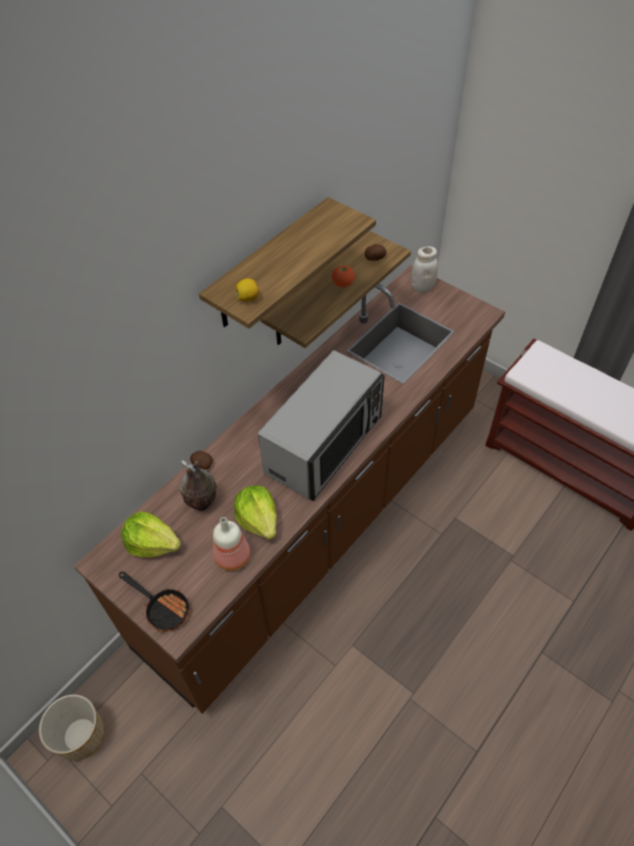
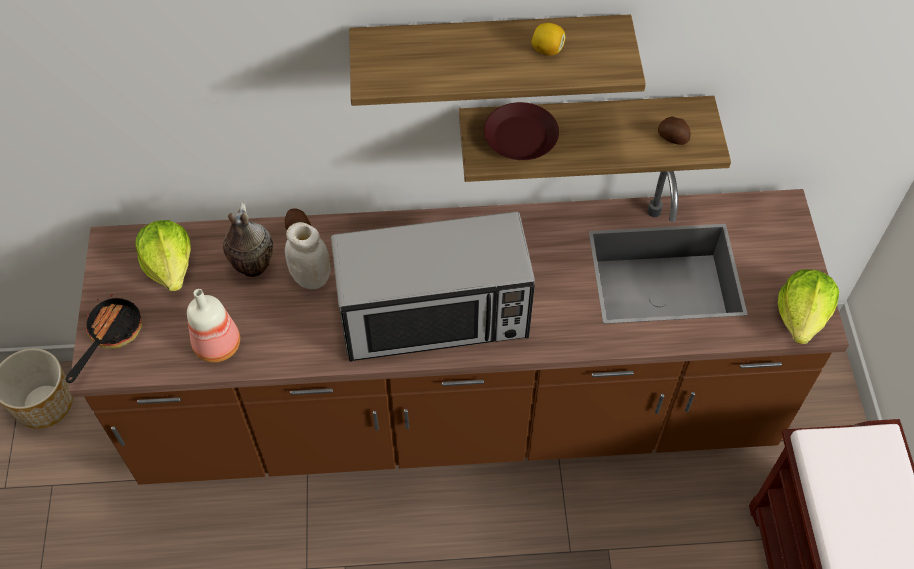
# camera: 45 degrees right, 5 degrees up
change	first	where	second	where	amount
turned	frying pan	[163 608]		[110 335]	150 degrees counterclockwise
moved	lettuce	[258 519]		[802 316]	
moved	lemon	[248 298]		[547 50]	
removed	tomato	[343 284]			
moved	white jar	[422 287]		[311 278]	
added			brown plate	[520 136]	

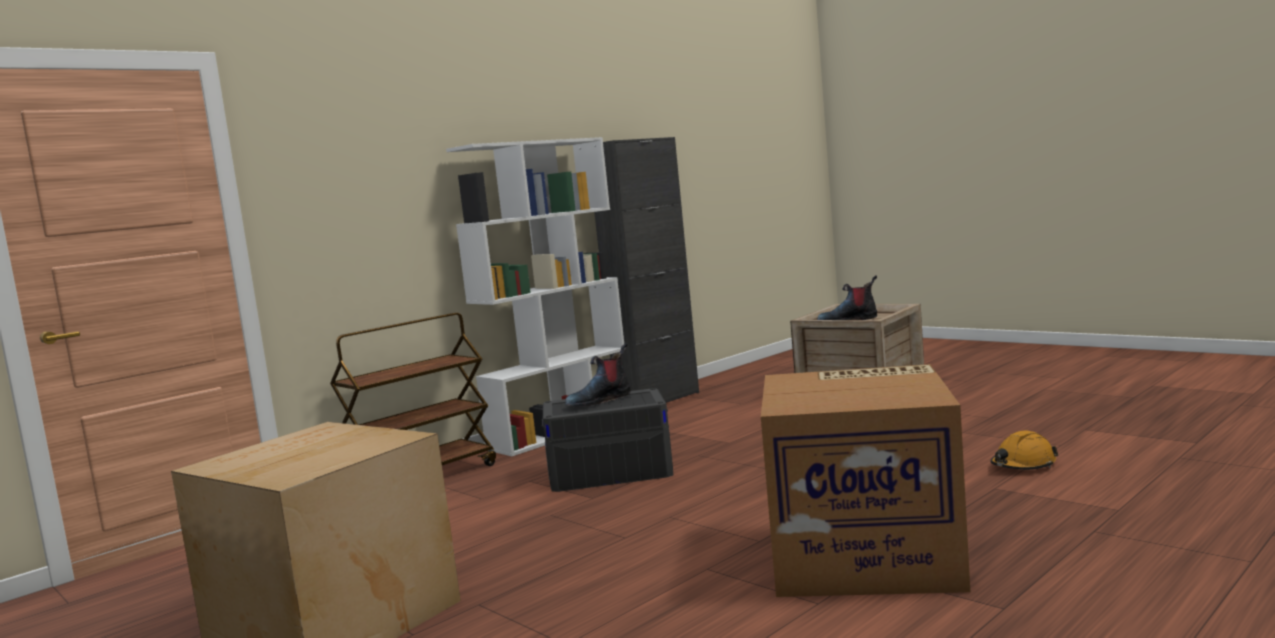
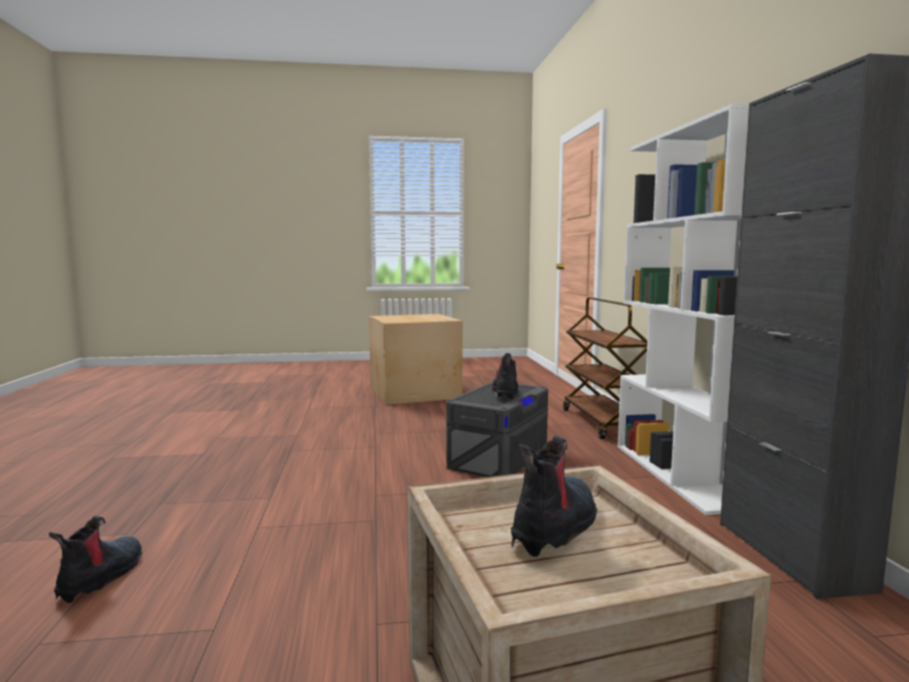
# camera: 125 degrees right, 0 degrees up
change	first	where	second	where	amount
removed	cardboard box	[866 554]			
replaced	orange hard hat	[1023 465]	boot	[102 576]	

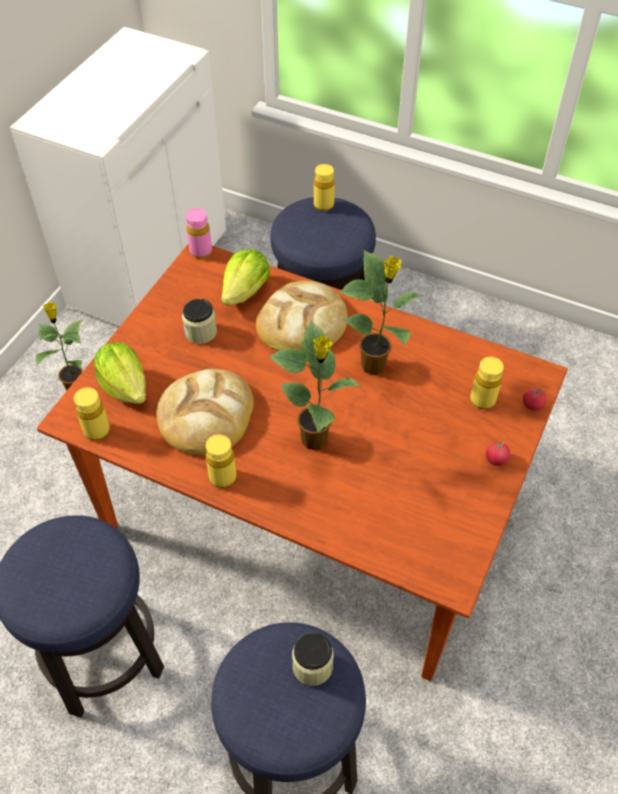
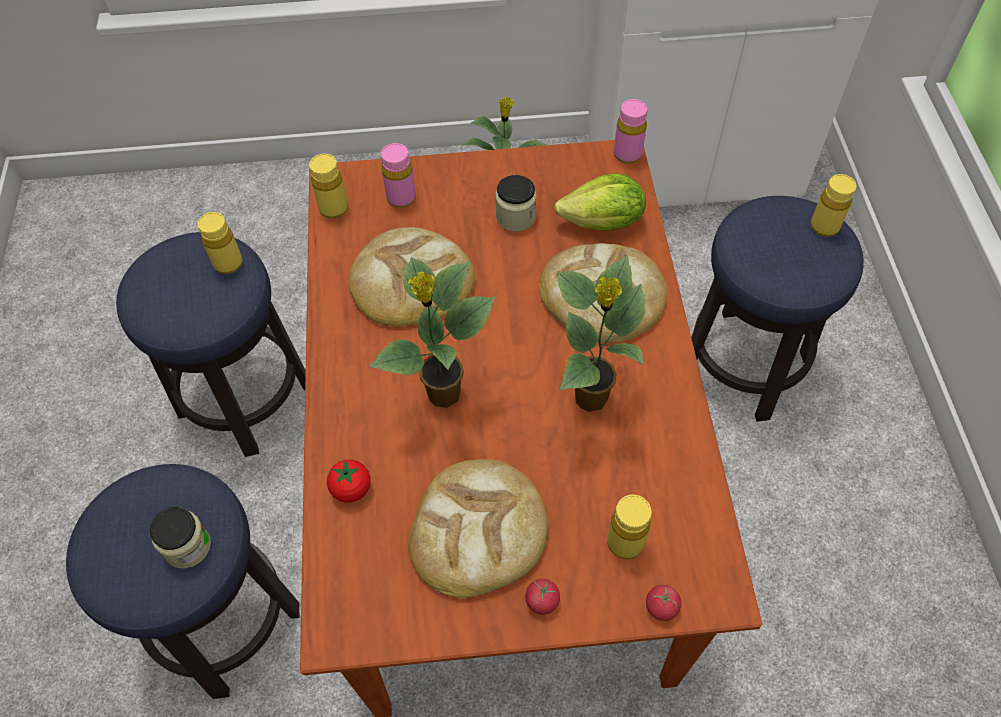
# camera: 60 degrees right, 5 degrees up
change	first	where	second	where	amount
replaced	lettuce	[125 386]	pink bottle	[401 198]	
moved	yellow bottle	[223 477]		[228 263]	
added			tomato	[351 489]	
added			bread	[478 530]	

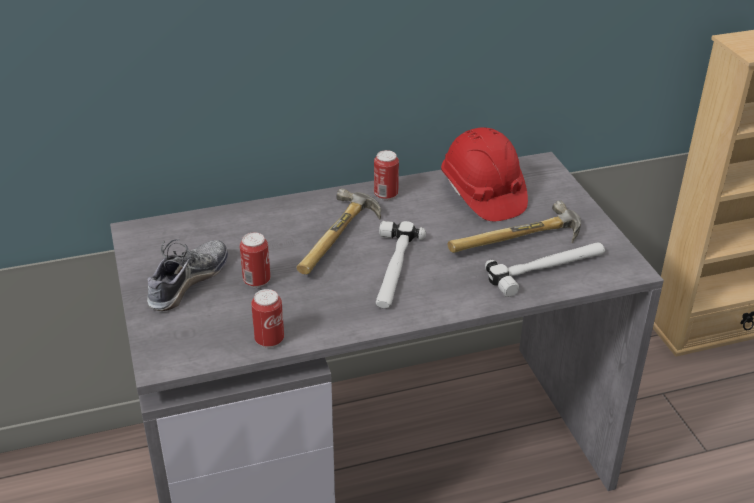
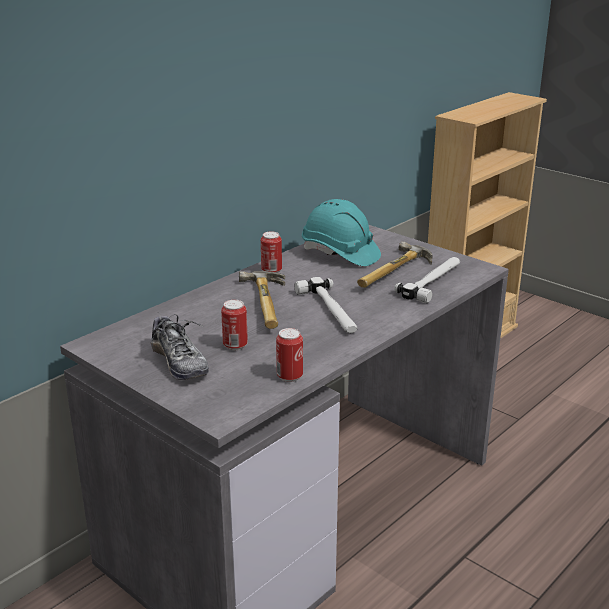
# camera: 30 degrees left, 10 degrees down
change	first	where	second	where	amount
turned	shoe	[188 282]		[179 362]	150 degrees clockwise
recoloured	red hard hat	[482 194]	turquoise hard hat	[340 254]	

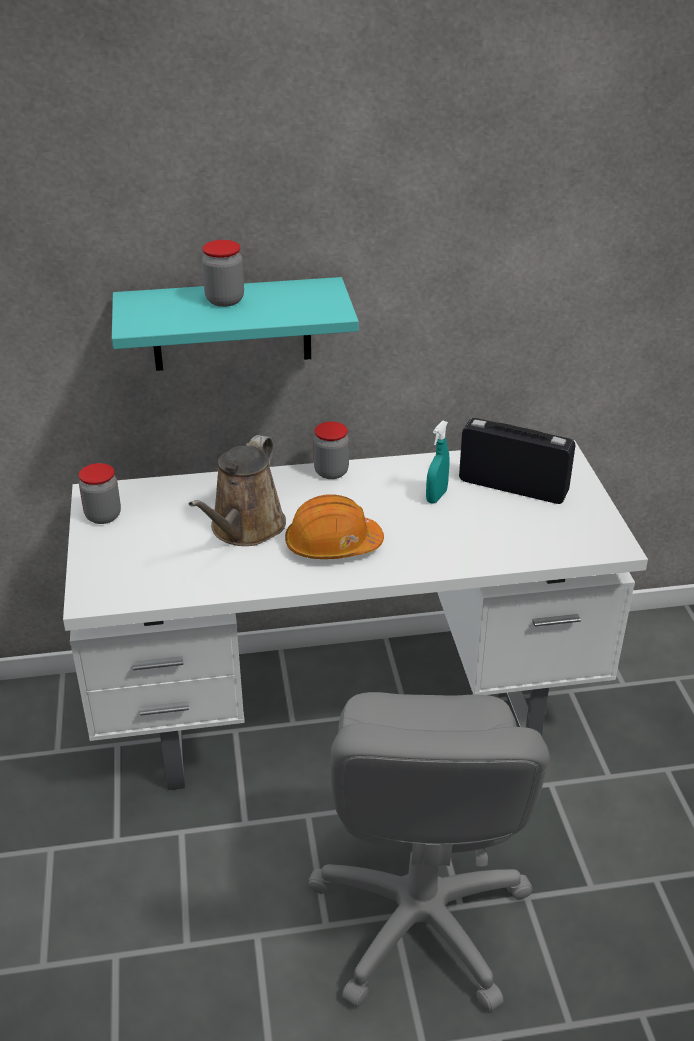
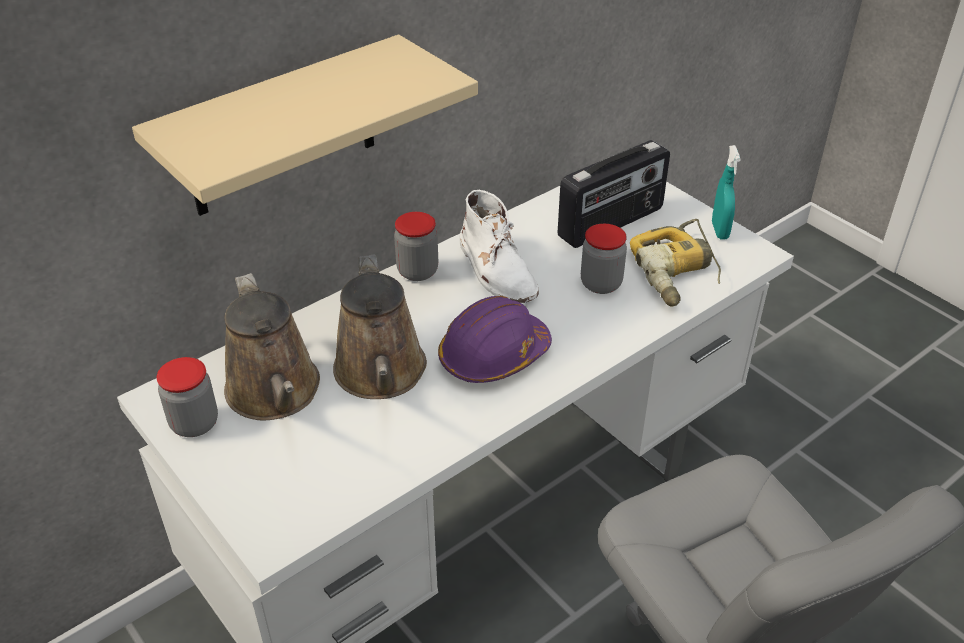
# camera: 30 degrees left, 5 degrees up
change	first	where	second	where	amount
recoloured	turquoise shelf	[231 324]	beige shelf	[282 128]	
moved	jar	[225 300]		[601 284]	
recoloured	orange hard hat	[332 545]	purple hard hat	[493 356]	
moved	turquoise spray bottle	[436 496]		[719 231]	
turned	radio	[513 486]		[611 223]	150 degrees clockwise
added			brown watering can	[275 393]	
added			white boot	[497 269]	
added			power drill	[678 272]	

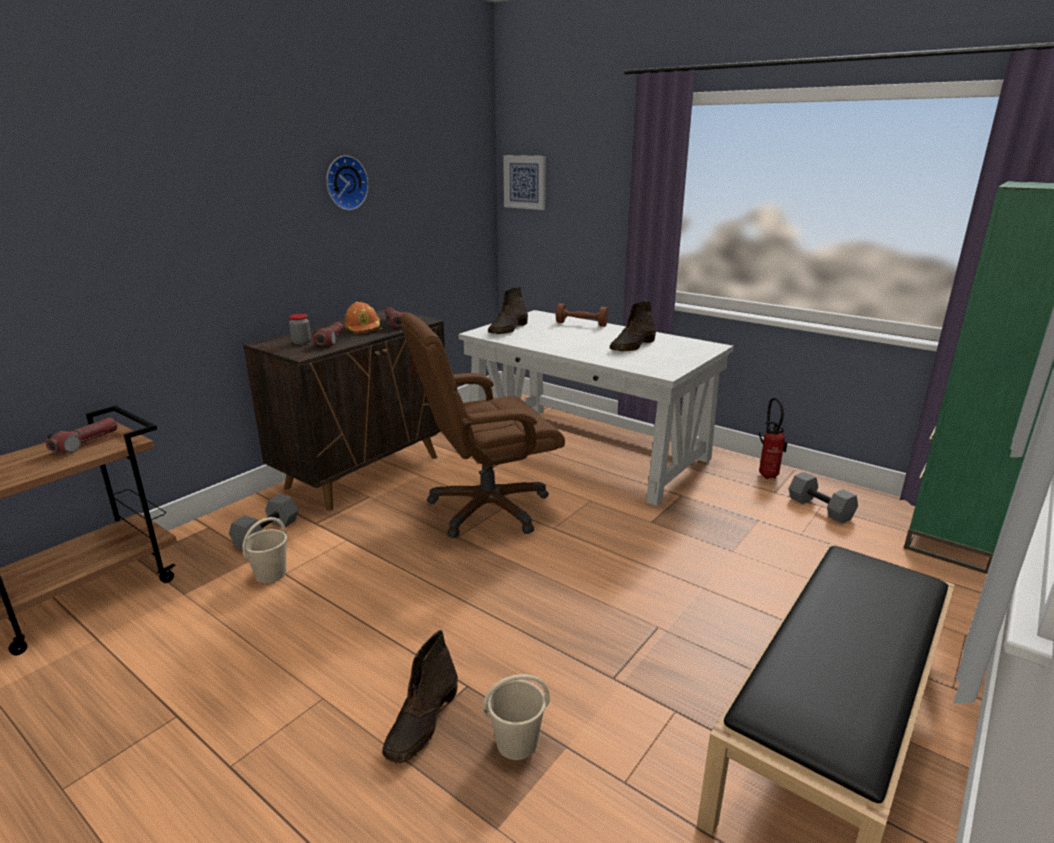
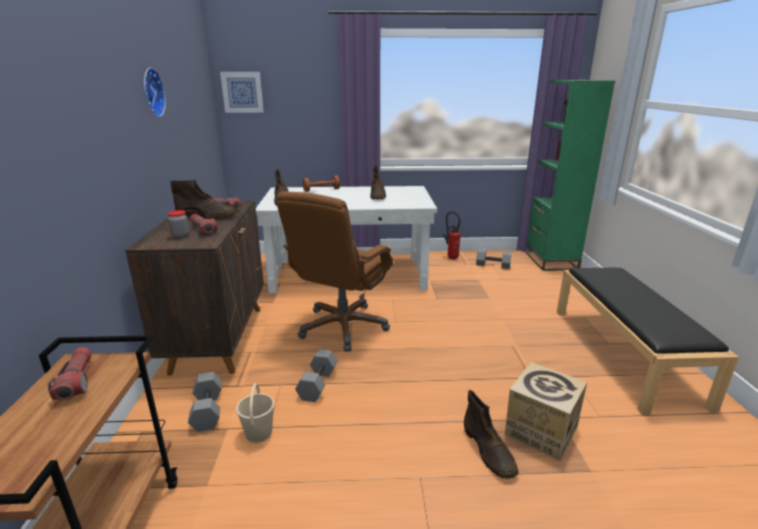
# camera: 40 degrees left, 0 degrees up
change	first	where	second	where	amount
replaced	orange hard hat	[364 328]	brown boot	[207 216]	
replaced	beige bucket	[516 743]	cardboard box	[540 430]	
added			grey dumbbell	[317 383]	

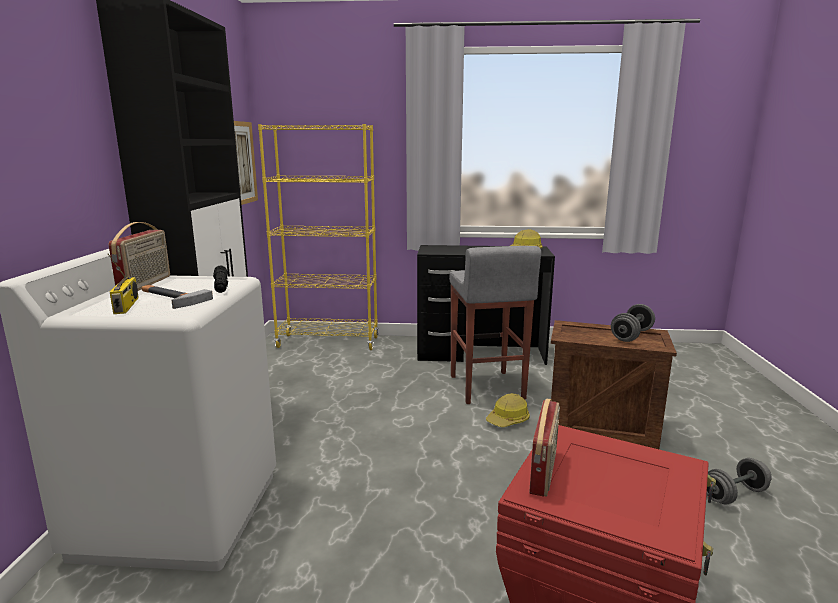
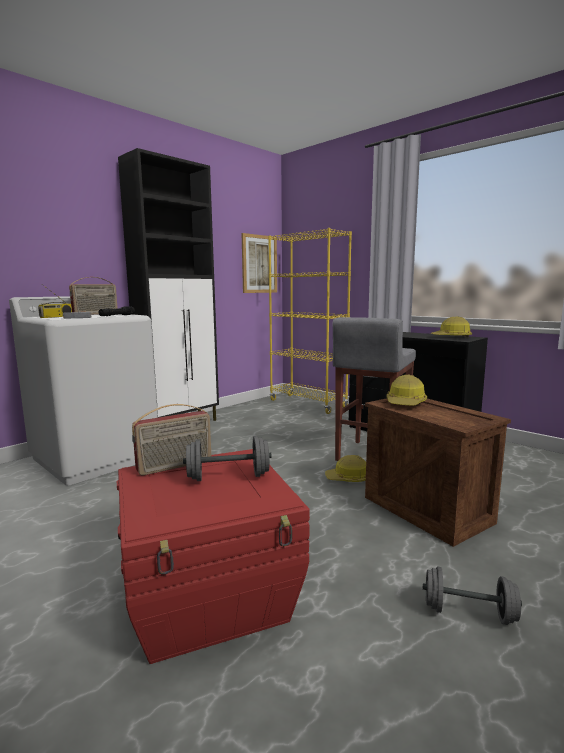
# camera: 40 degrees right, 5 degrees down
change	first	where	second	where	amount
moved	grey dumbbell	[631 335]		[228 477]	
added			hard hat	[406 403]	

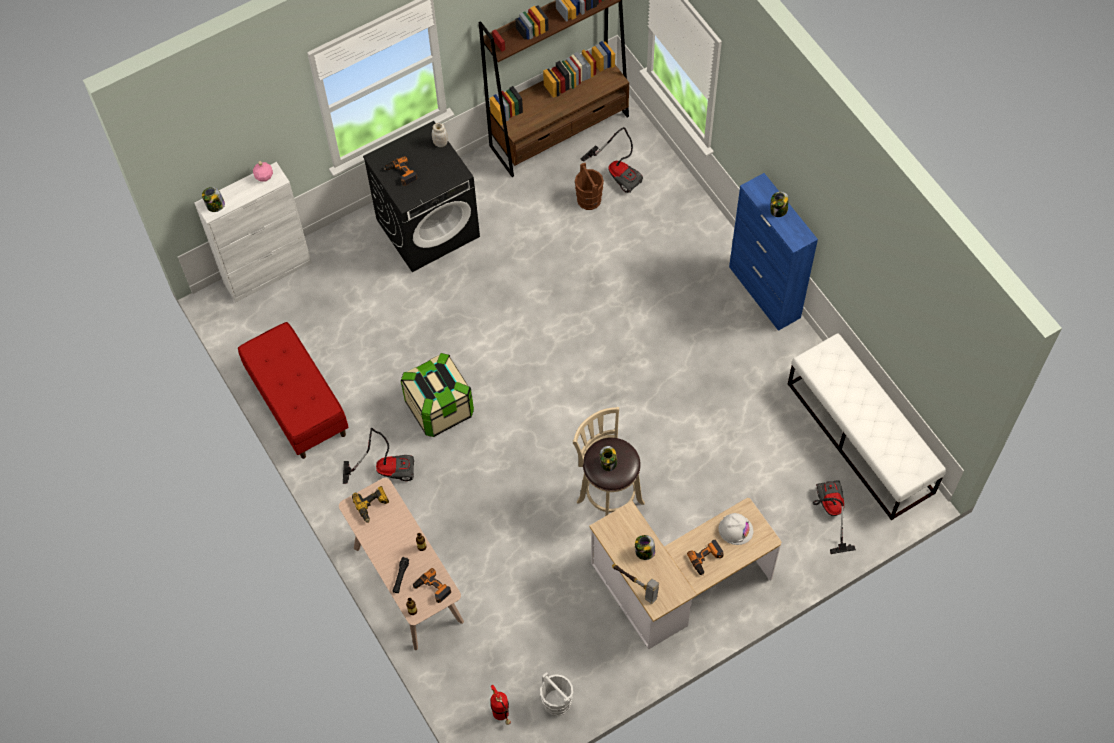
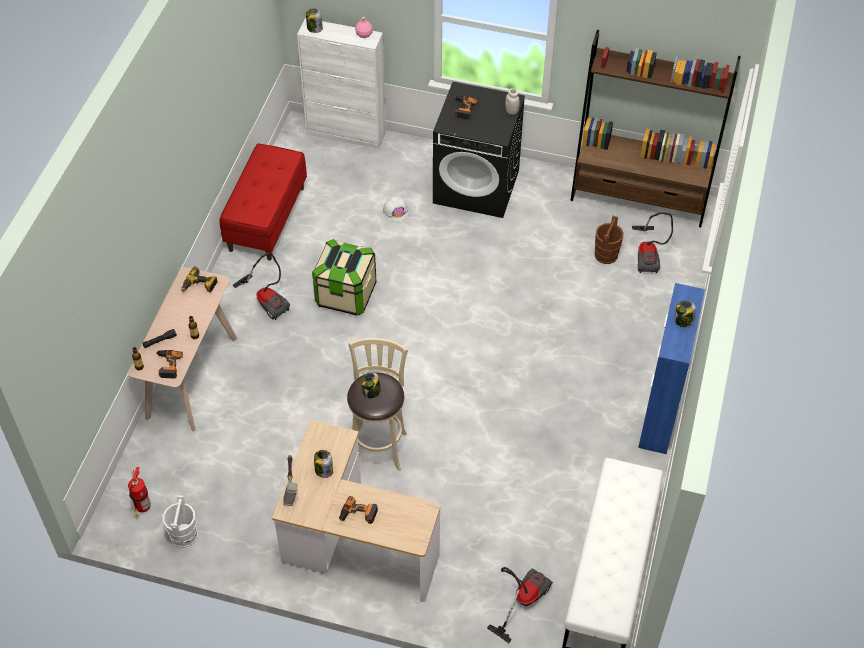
# camera: 45 degrees right, 10 degrees down
change	first	where	second	where	amount
moved	white hard hat	[735 529]		[396 211]	

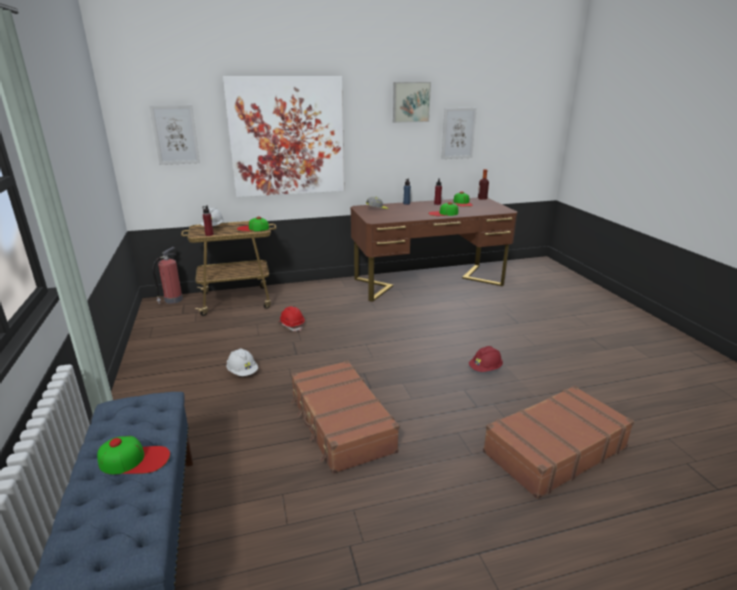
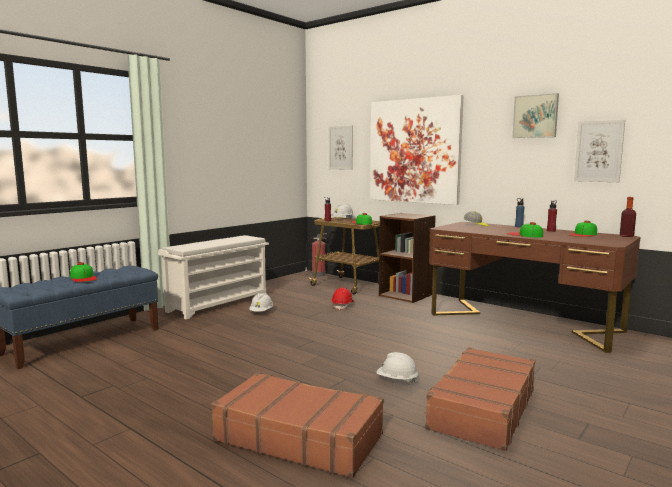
# camera: 55 degrees right, 15 degrees down
change	first	where	second	where	amount
moved	brown suitcase	[340 424]		[481 409]	
recoloured	red hard hat	[485 369]	white hard hat	[397 380]	
added			white shoe rack	[218 303]	
added			brown bookcase	[406 295]	

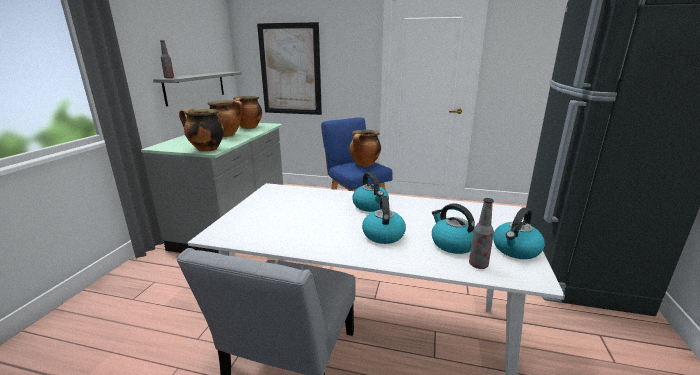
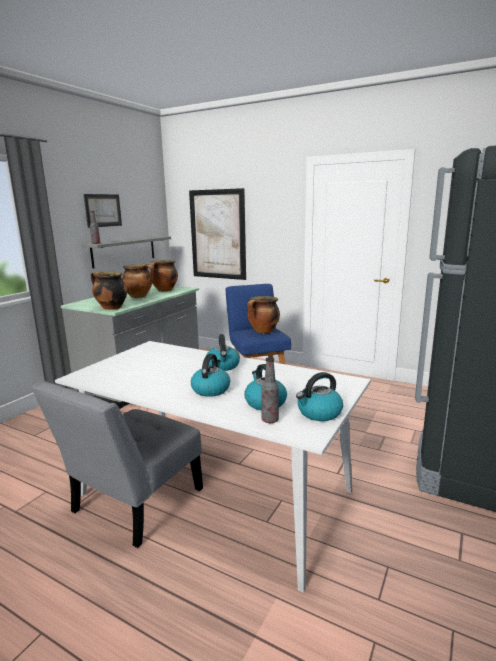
# camera: 15 degrees right, 5 degrees down
change	first	where	second	where	amount
added			picture	[103 210]	

